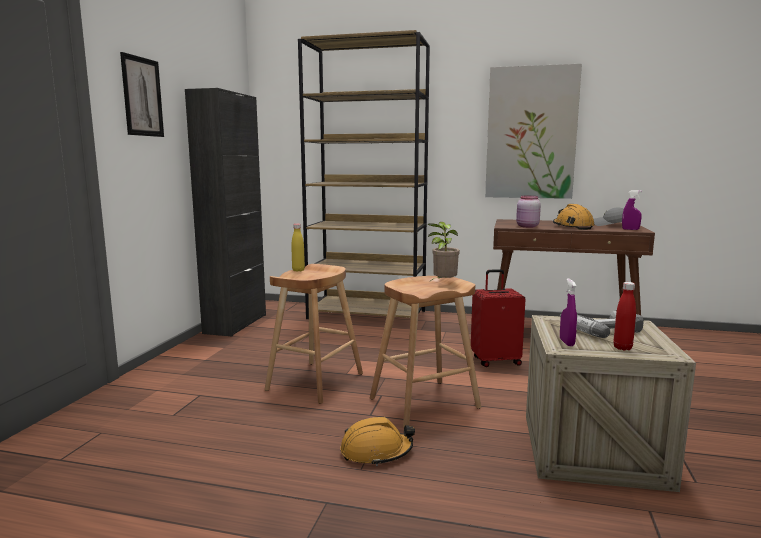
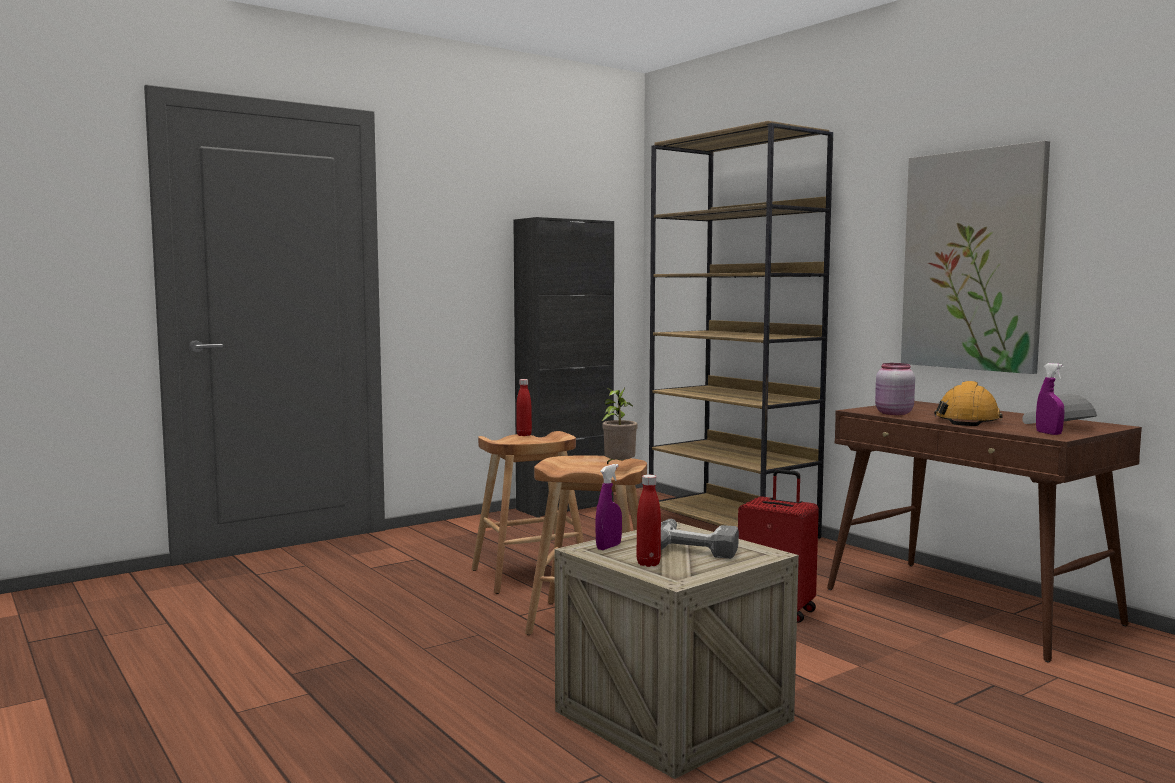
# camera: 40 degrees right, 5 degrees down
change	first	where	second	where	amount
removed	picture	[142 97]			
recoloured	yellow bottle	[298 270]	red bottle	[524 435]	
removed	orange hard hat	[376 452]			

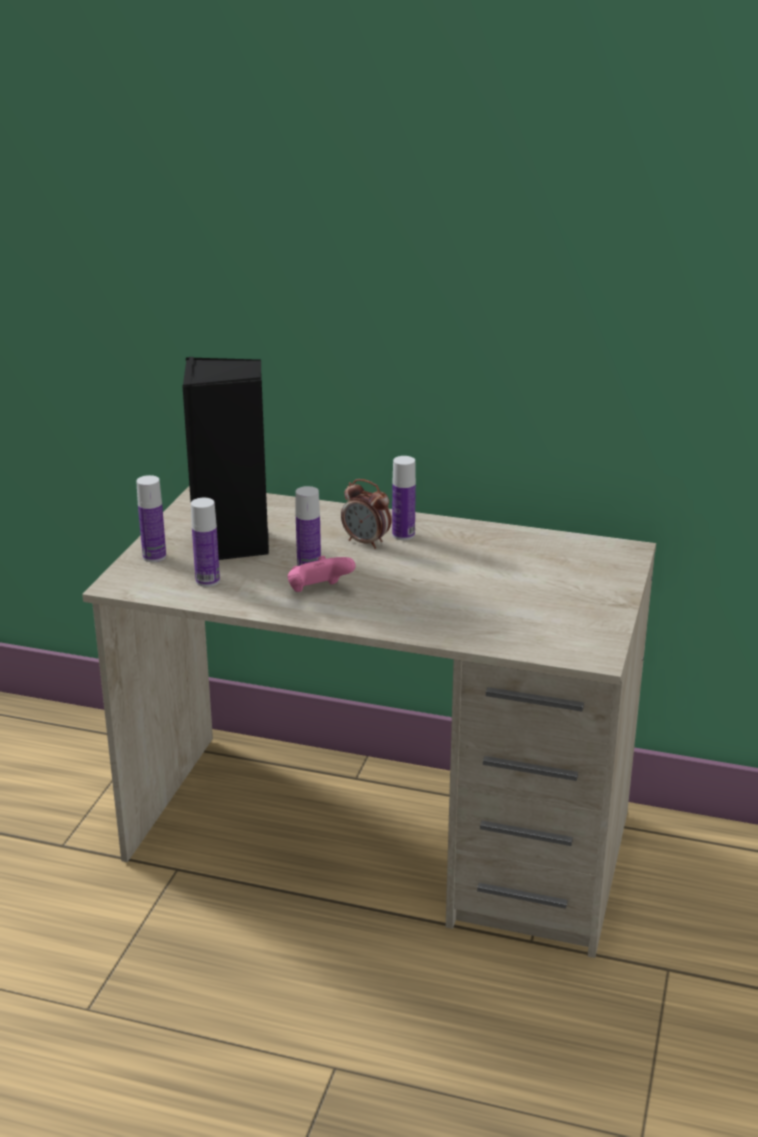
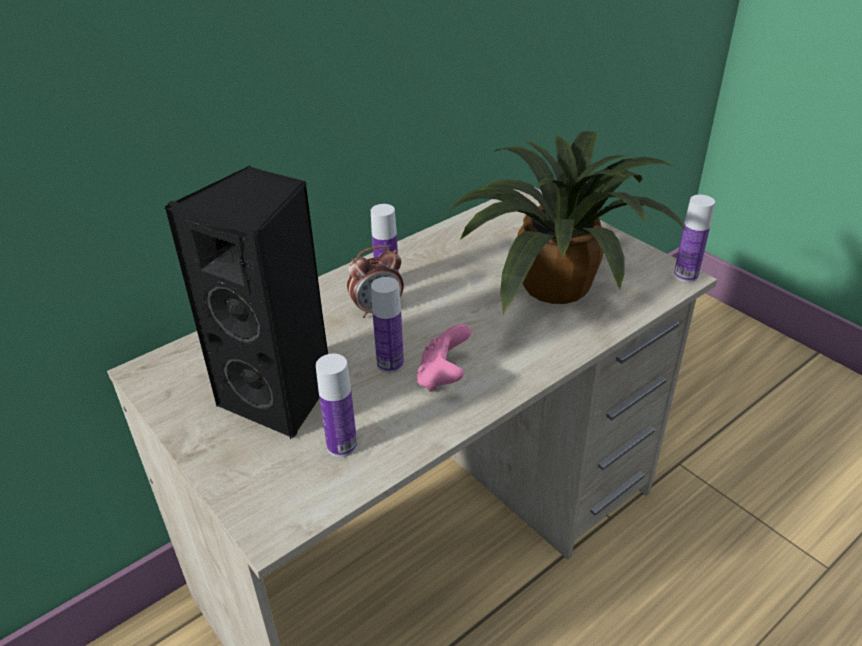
# camera: 55 degrees left, 10 degrees up
change	first	where	second	where	amount
moved	bottle	[154 556]		[685 275]	
added			potted plant	[556 289]	

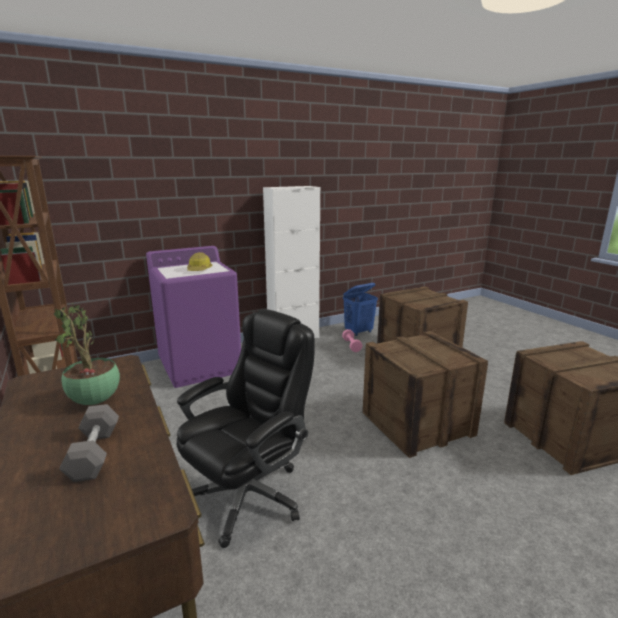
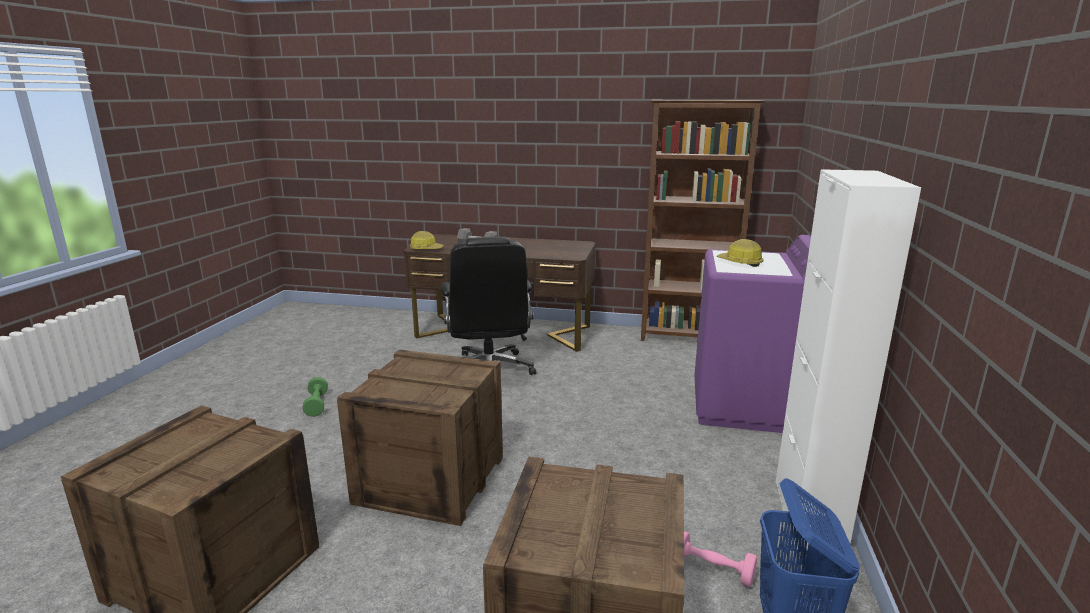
# camera: 130 degrees right, 0 degrees up
change	first	where	second	where	amount
removed	potted plant	[95 402]			
added			green dumbbell	[316 405]	
added			hard hat	[426 249]	

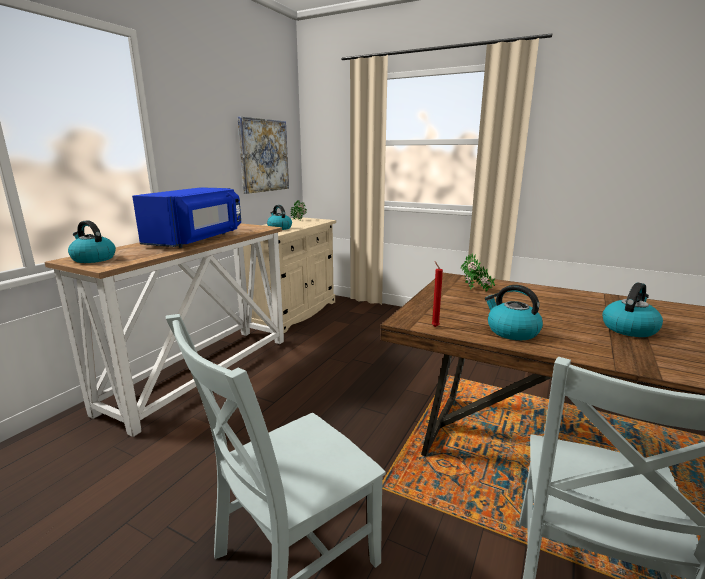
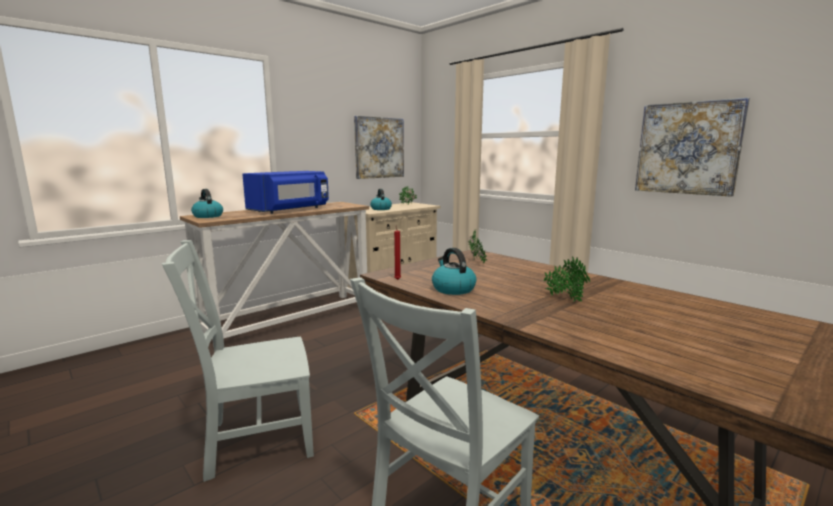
# camera: 20 degrees right, 5 degrees down
change	first	where	second	where	amount
replaced	kettle	[629 328]	potted plant	[564 299]	
added			picture	[687 148]	

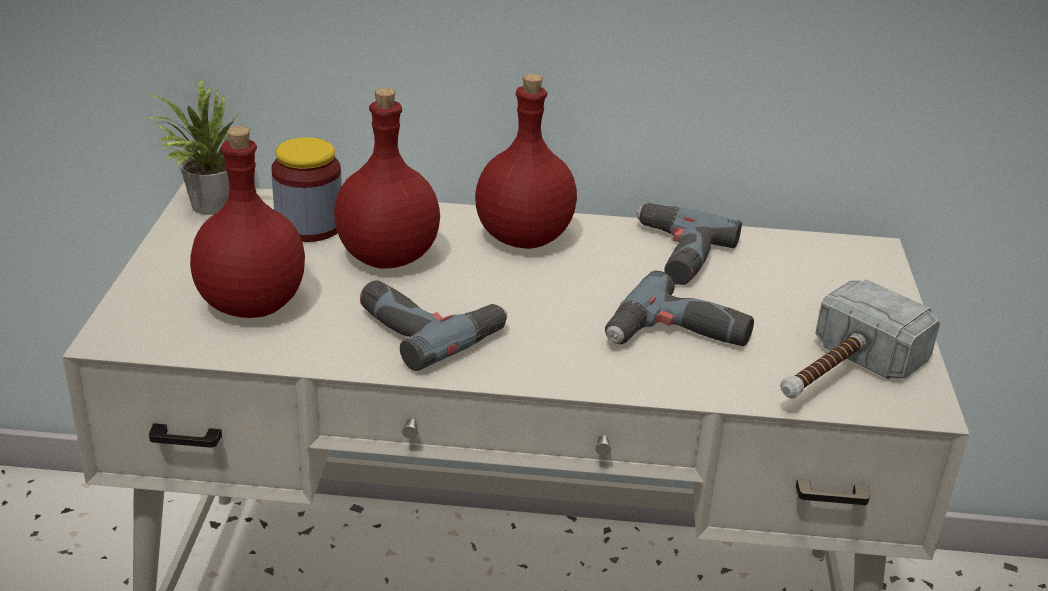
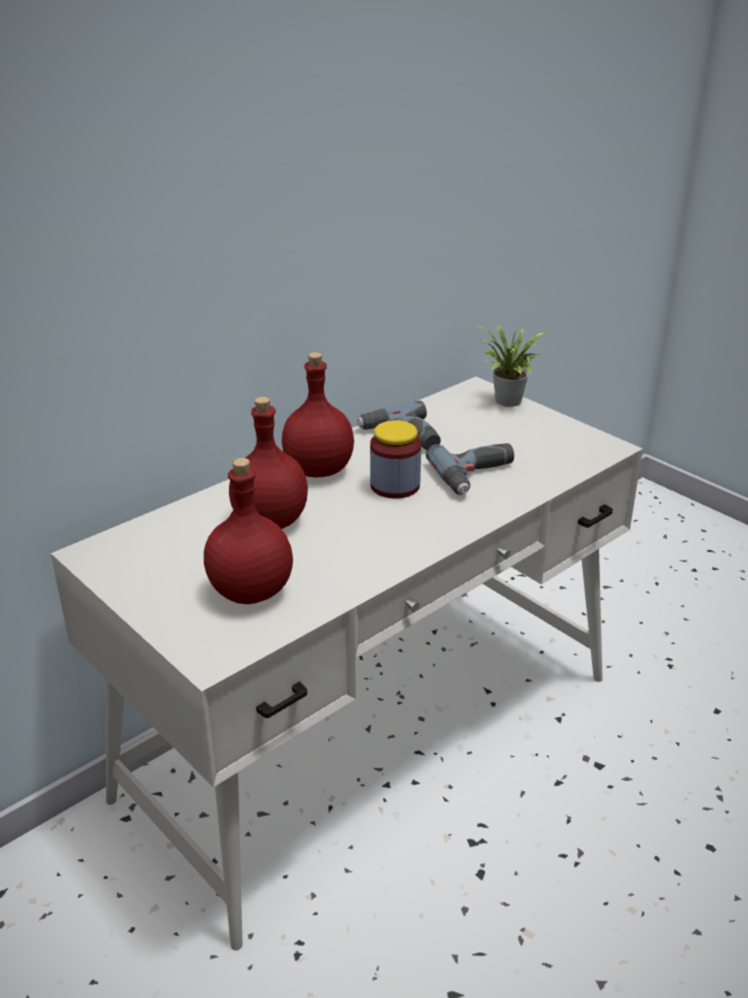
# camera: 45 degrees left, 0 degrees up
change	first	where	second	where	amount
moved	potted plant	[206 206]		[507 402]	
moved	jar	[309 226]		[395 486]	
removed	power drill	[428 327]			
removed	hammer	[838 376]			

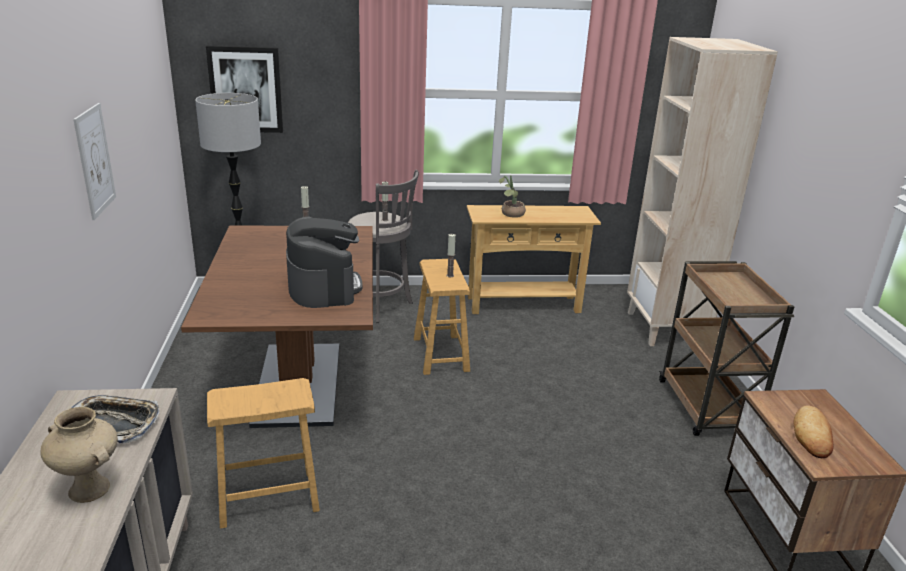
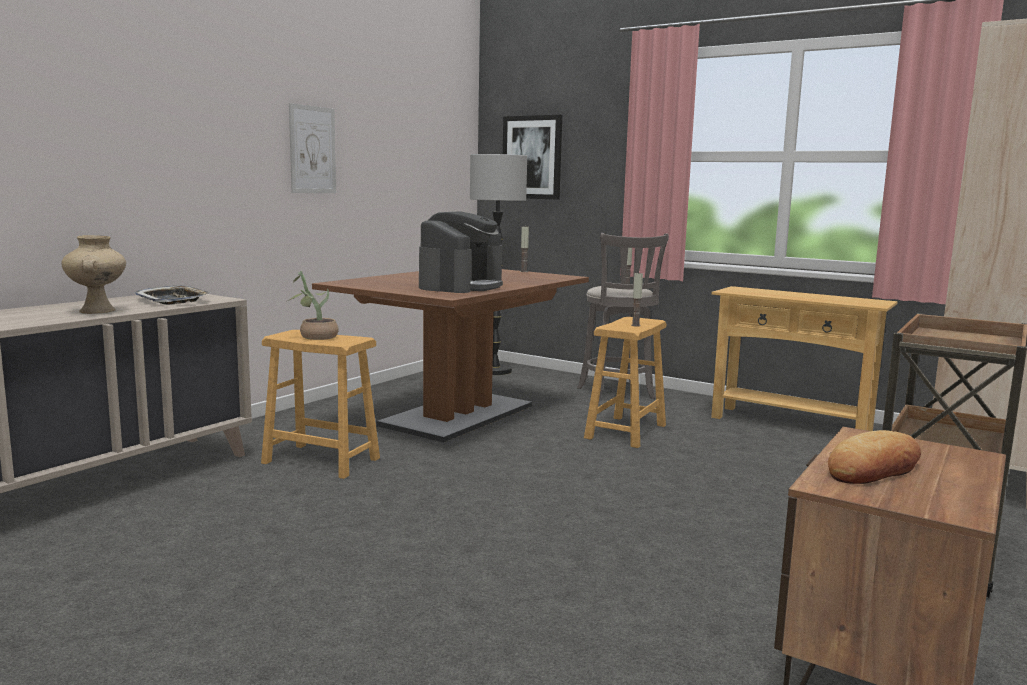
# camera: 40 degrees right, 15 degrees down
change	first	where	second	where	amount
moved	potted plant	[511 214]		[314 336]	

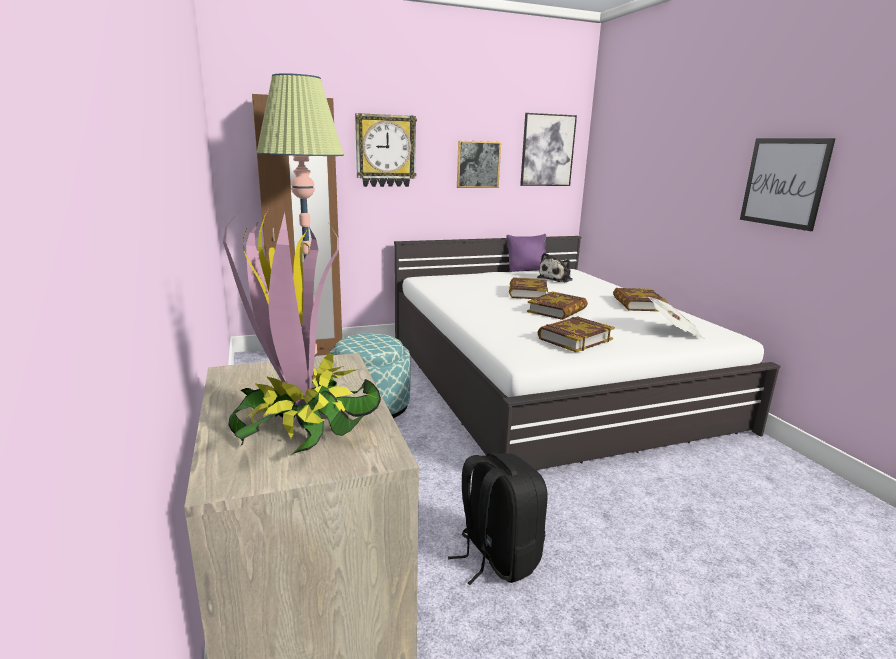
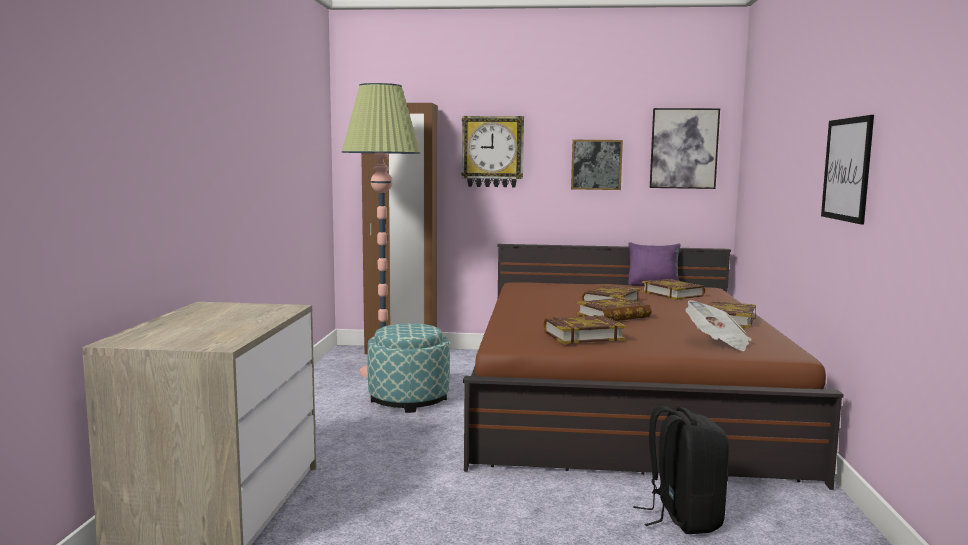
# camera: 25 degrees right, 10 degrees down
change	first	where	second	where	amount
removed	potted plant	[302 421]			
recoloured	white bed	[545 378]	brown bed	[622 402]	
moved	black backpack	[496 557]		[682 517]	
replaced	plush toy	[556 279]	book	[672 294]	

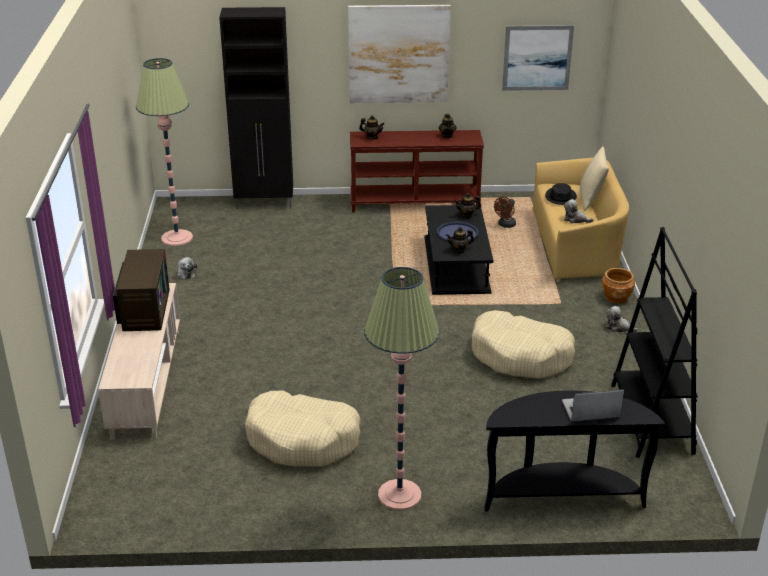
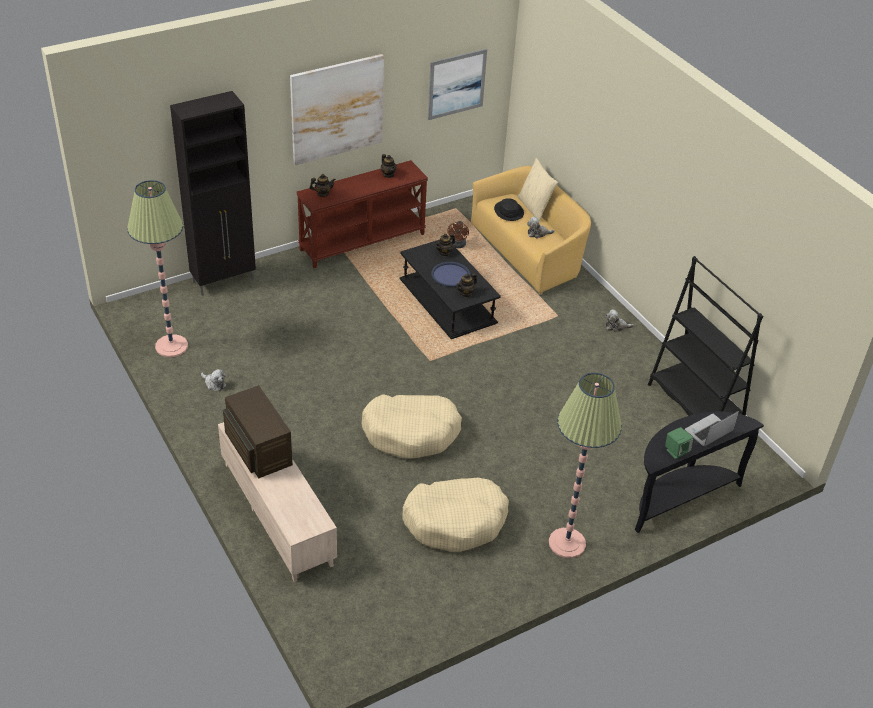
# camera: 30 degrees left, 10 degrees up
change	first	where	second	where	amount
moved	beige dog bed	[521 356]		[411 432]	
removed	brown planter	[616 297]			
added			green speaker	[676 451]	

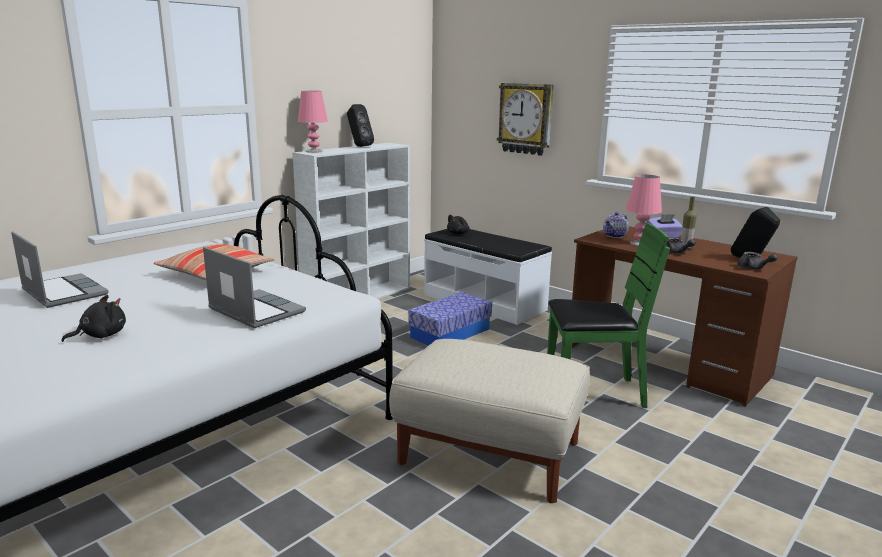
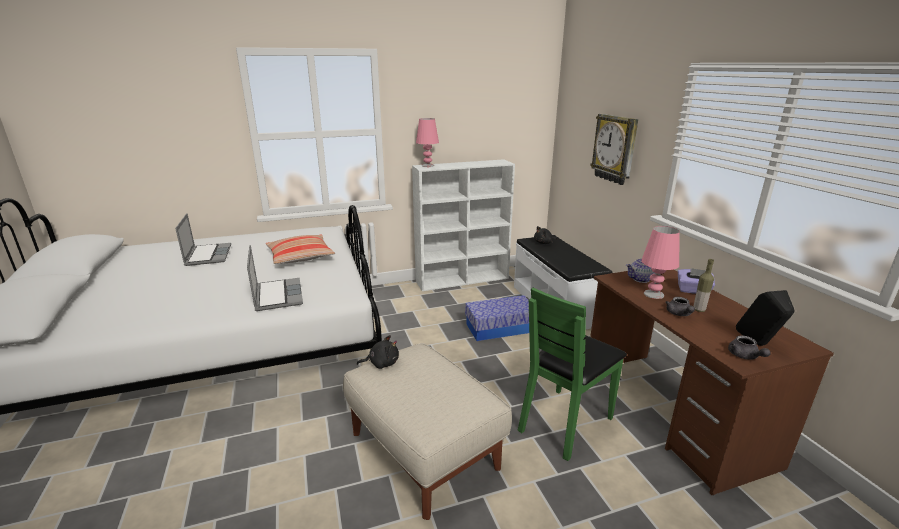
# camera: 30 degrees right, 5 degrees up
change	first	where	second	where	amount
moved	black plush toy	[101 336]		[382 363]	
removed	black speaker	[359 146]			
turned	green chair	[593 392]		[565 423]	105 degrees clockwise

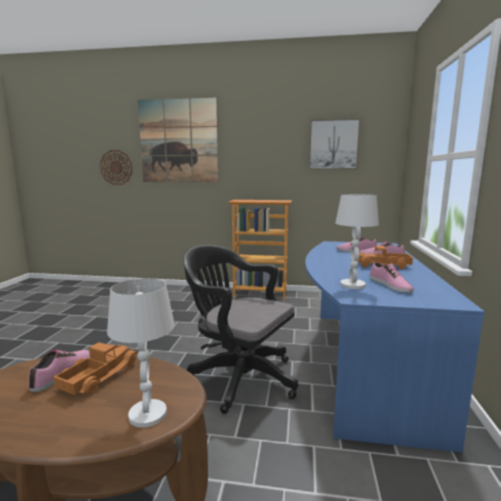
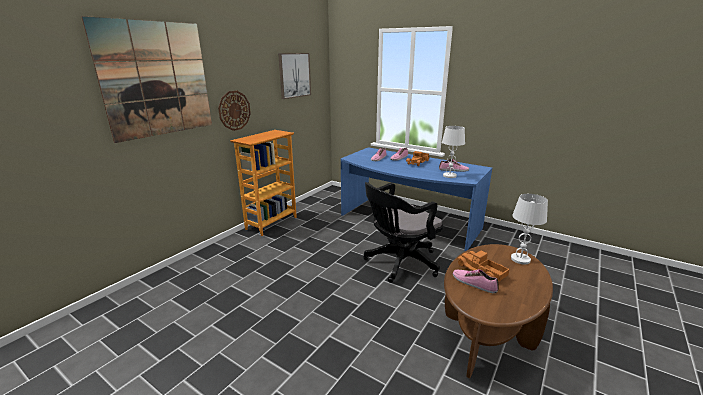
# camera: 65 degrees left, 10 degrees up
change	first	where	second	where	amount
moved	wall clock	[116 167]		[234 110]	

